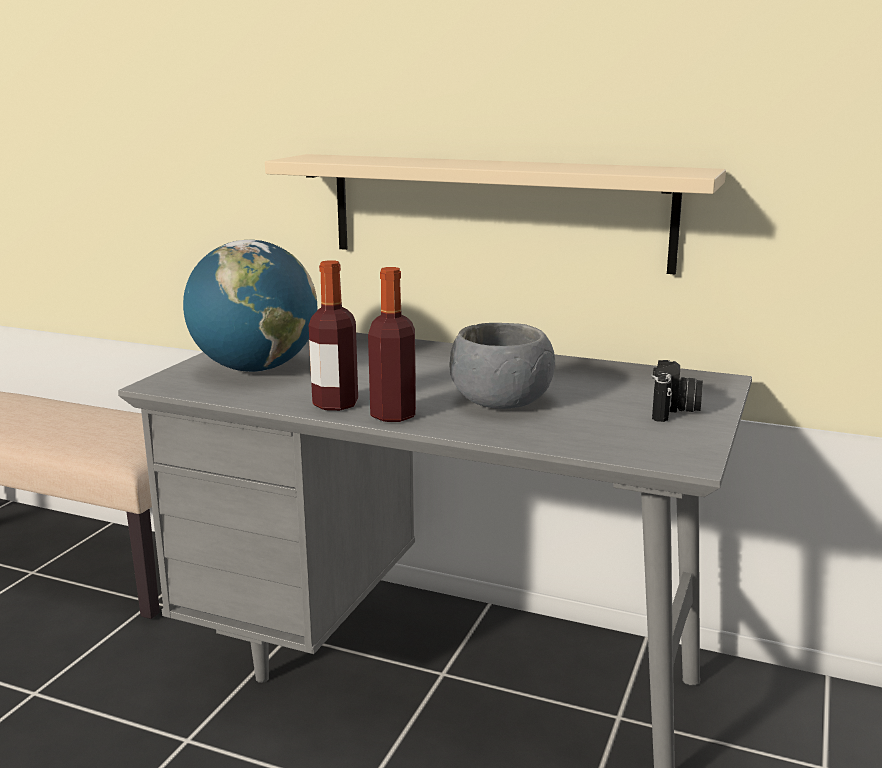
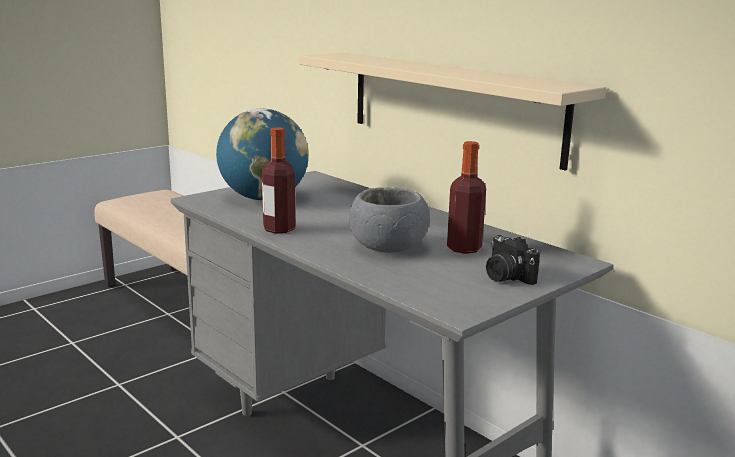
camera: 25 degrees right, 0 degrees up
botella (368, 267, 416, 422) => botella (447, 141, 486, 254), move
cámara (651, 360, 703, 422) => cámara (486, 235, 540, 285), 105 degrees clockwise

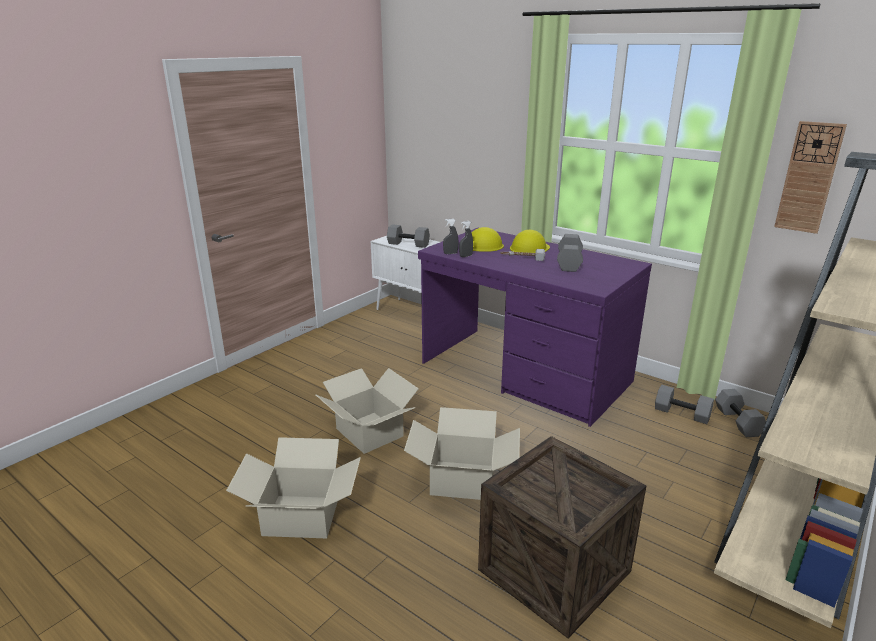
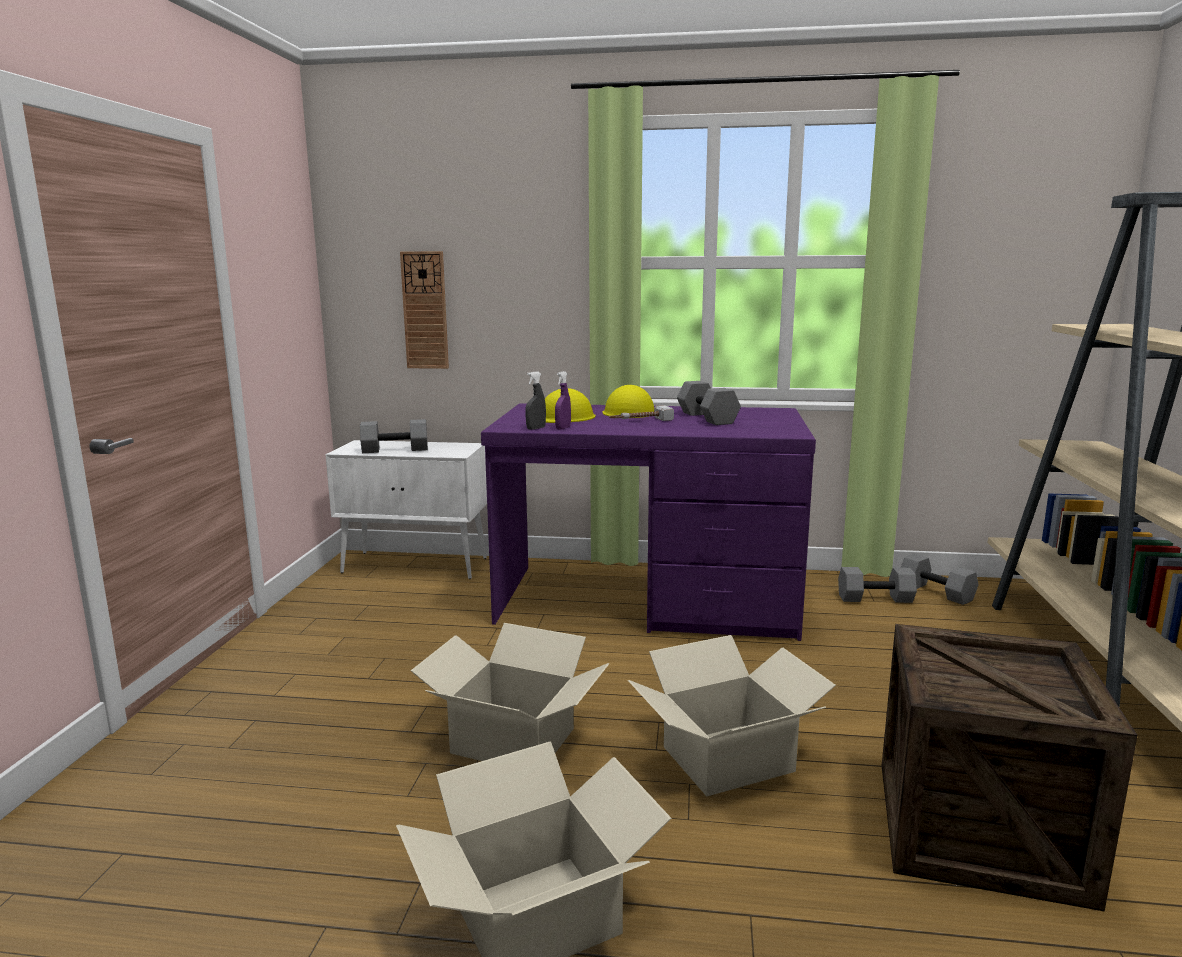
camera: 30 degrees left, 10 degrees down
reloj de pared (774, 121, 847, 234) => reloj de pared (400, 251, 449, 369), move
pulverizador (gris) (459, 221, 473, 257) => pulverizador (morado) (555, 371, 571, 430)

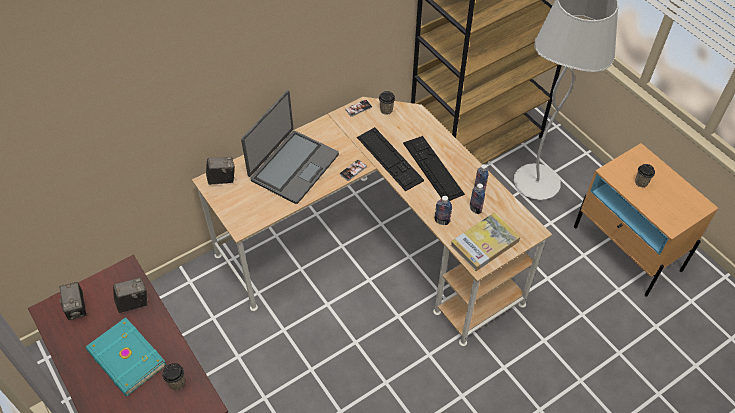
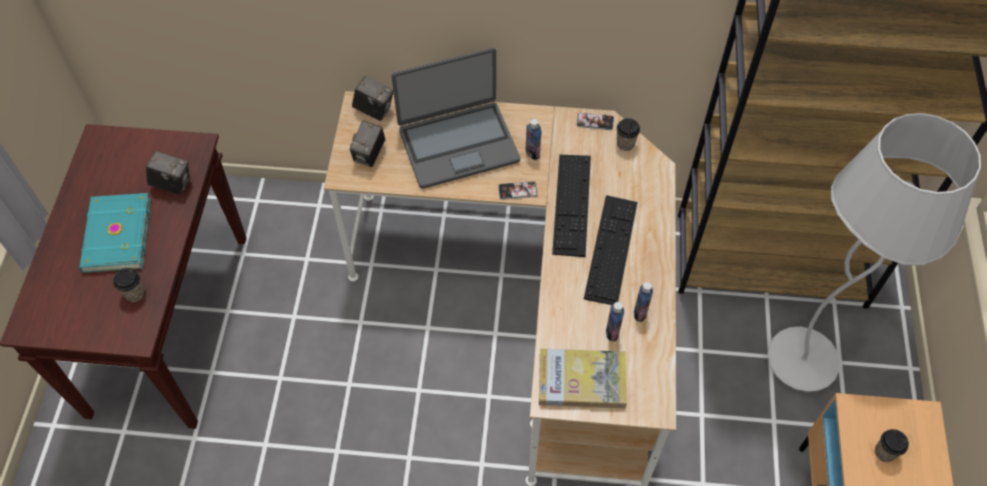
camera: 40 degrees right, 5 degrees up
botella (434, 196, 452, 225) => botella (525, 119, 541, 160), move
cámara (59, 282, 86, 320) => cámara (350, 120, 385, 167), move

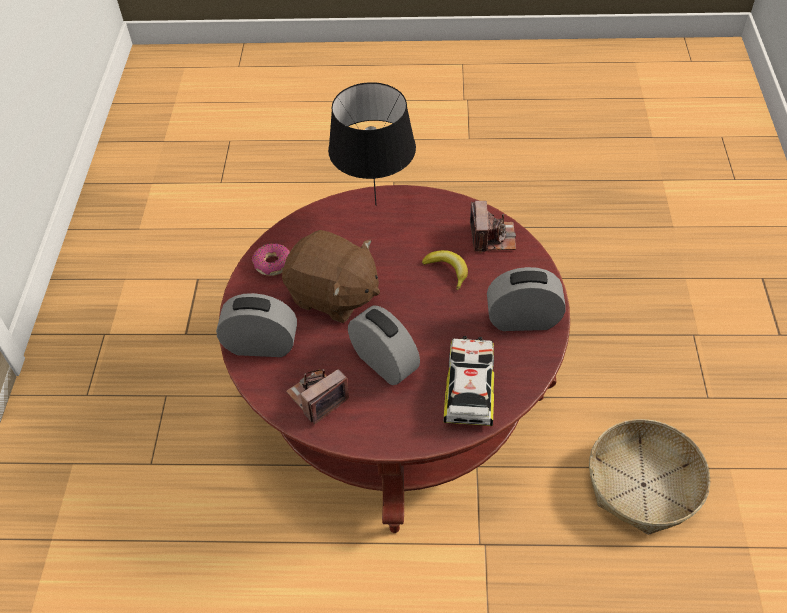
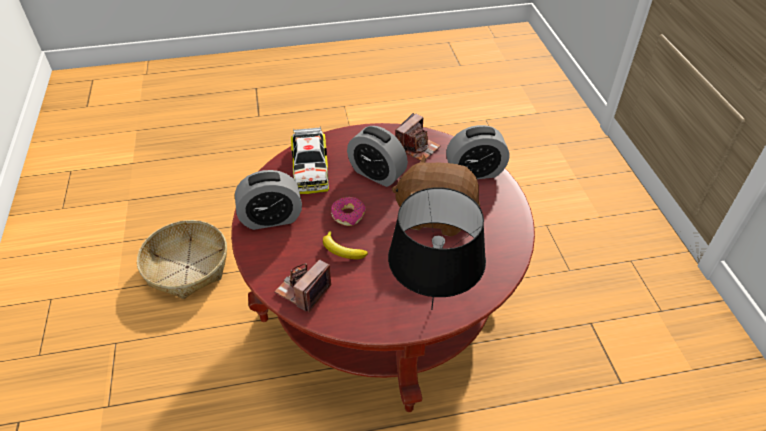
camera: 165 degrees right, 5 degrees down
cámara (470, 201, 516, 253) => cámara (274, 259, 331, 312), 45 degrees clockwise
rosquilla (252, 243, 290, 276) => rosquilla (331, 197, 366, 226), move

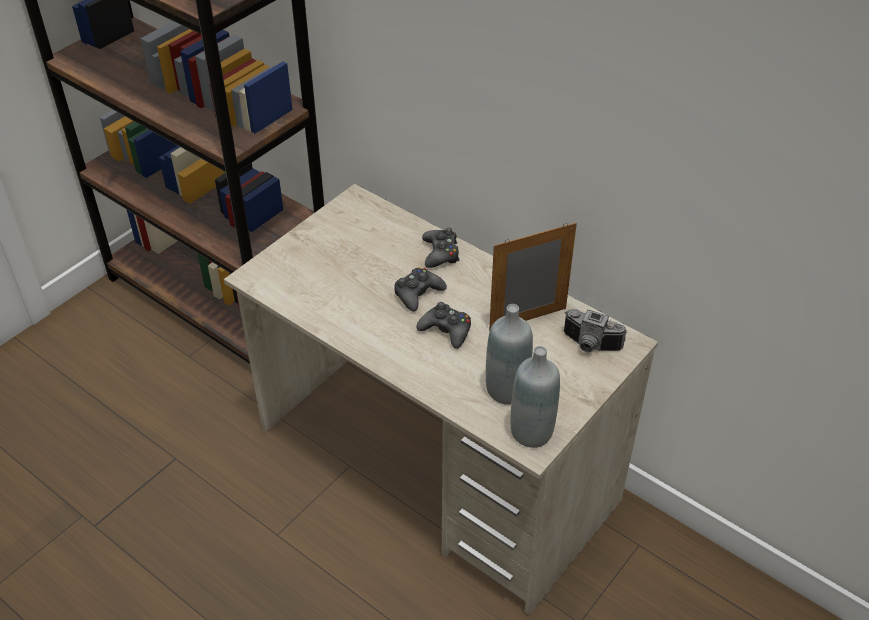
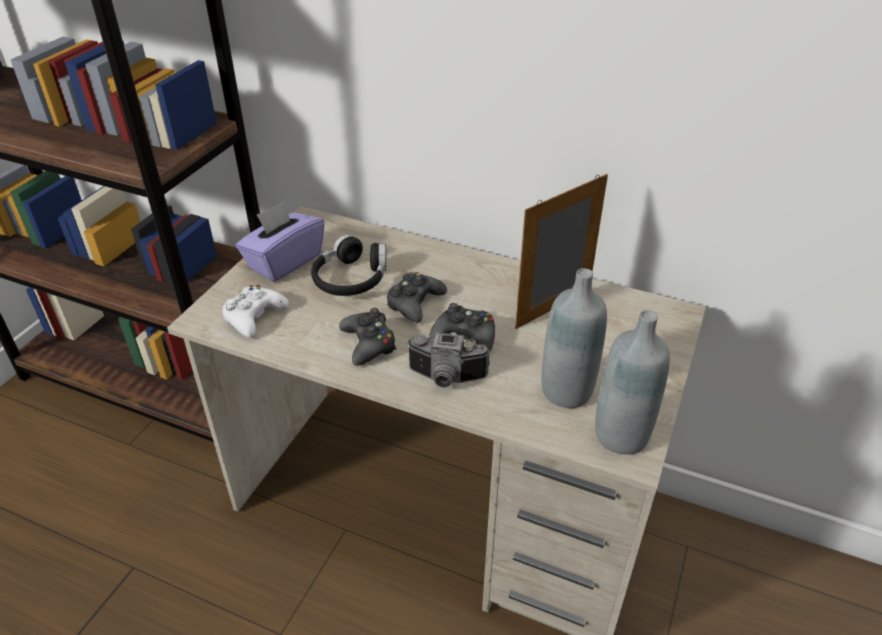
camera: 15 degrees left, 5 degrees down
mando de consola (negro) (422, 228, 460, 268) => mando de consola (negro) (339, 308, 397, 366), move
cámara (564, 309, 627, 352) => cámara (407, 332, 491, 388), move
nothing => caja de pañuelos (morado) (236, 201, 325, 282)
nothing => auriculares (negro) (311, 234, 387, 296)
nothing => mando de consola (blanco) (222, 285, 289, 338)

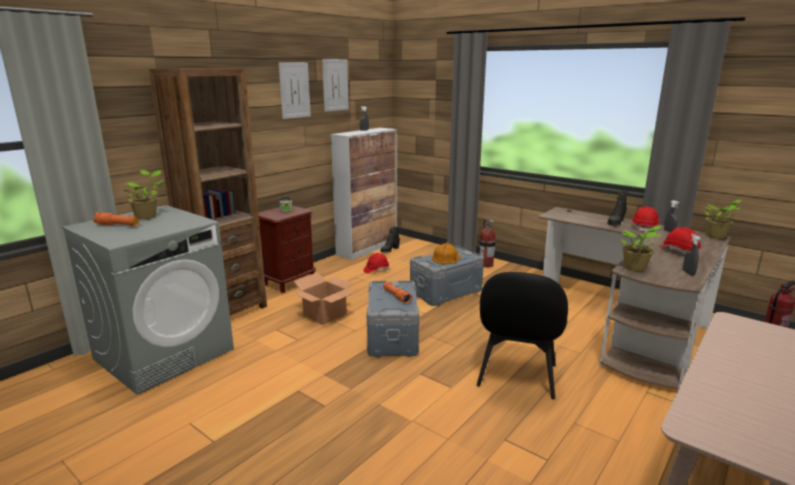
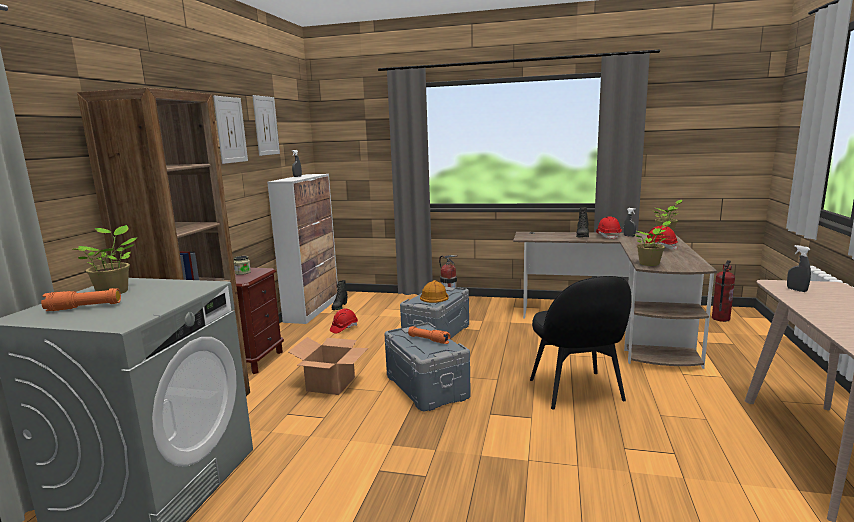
camera: 25 degrees left, 5 degrees down
pulverizador (gris) (683, 234, 700, 276) => pulverizador (gris) (787, 245, 811, 292), move

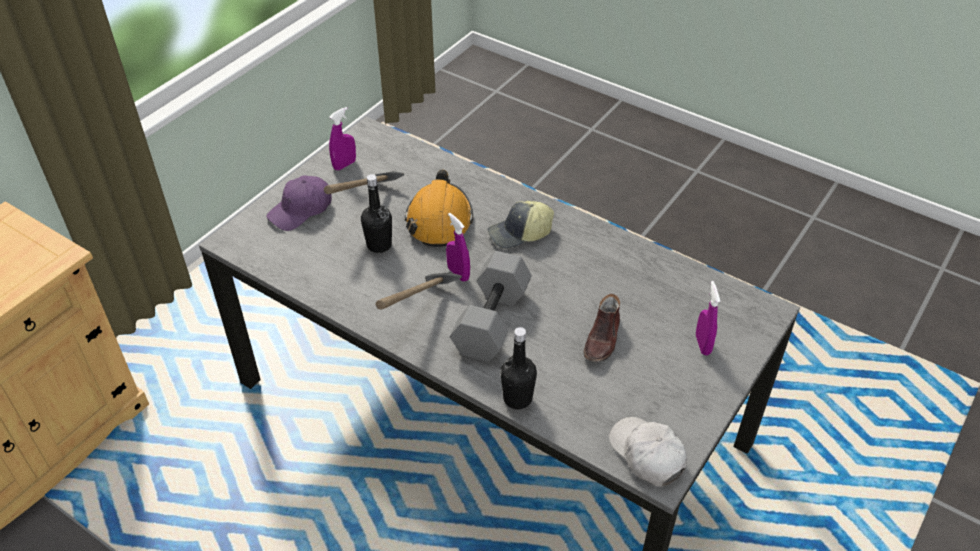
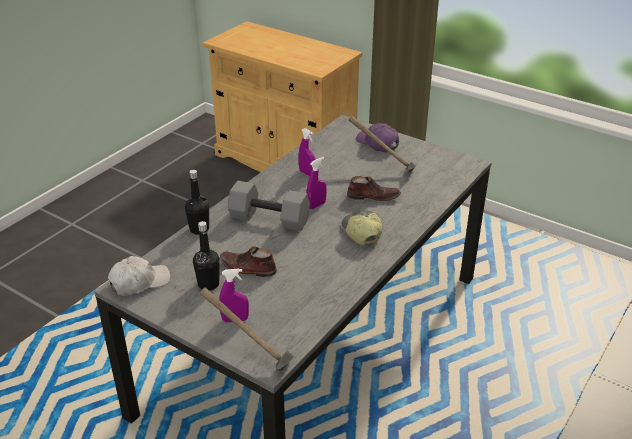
camera: 90 degrees right, 10 degrees down
pulverizador (morado) (329, 107, 356, 170) => pulverizador (morado) (299, 128, 316, 177), move
casco (naranja) (405, 169, 473, 247) => zapato (marrón) (347, 176, 401, 201)
botella (negro) (361, 174, 392, 253) => botella (negro) (193, 221, 220, 291), move
martillo (376, 272, 462, 310) => martillo (200, 288, 294, 371), move

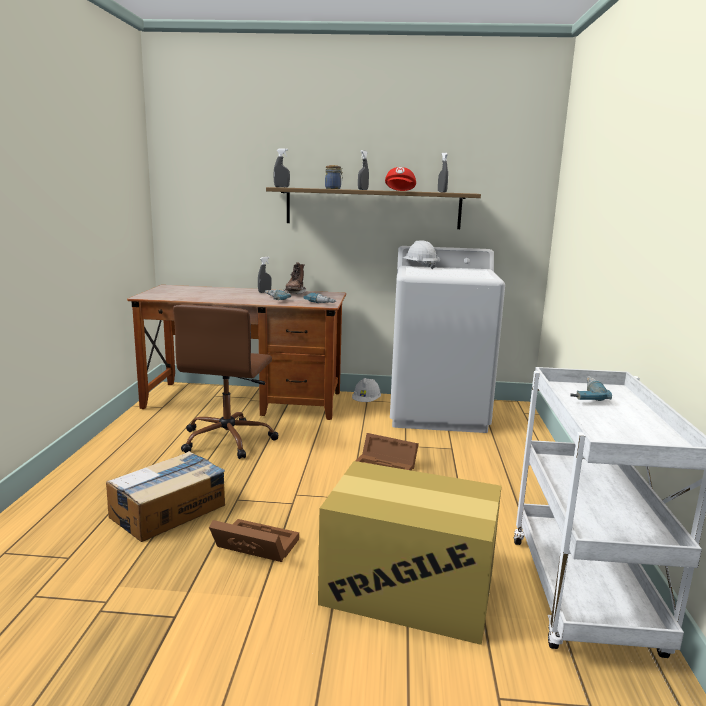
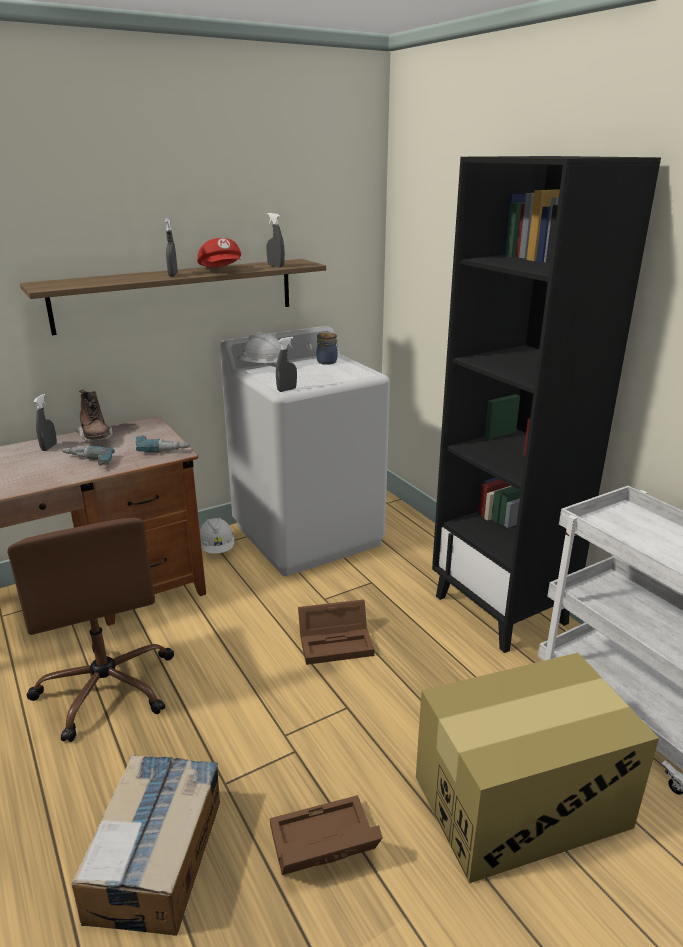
camera: 35 degrees left, 10 degrees up
pulverizador (gris) (274, 149, 290, 187) => pulverizador (gris) (276, 337, 297, 392), move
tarro (325, 165, 343, 189) => tarro (316, 332, 338, 365), move
taladro (570, 376, 612, 401) => nothing
nothing => estantería (negro) (432, 156, 661, 653)

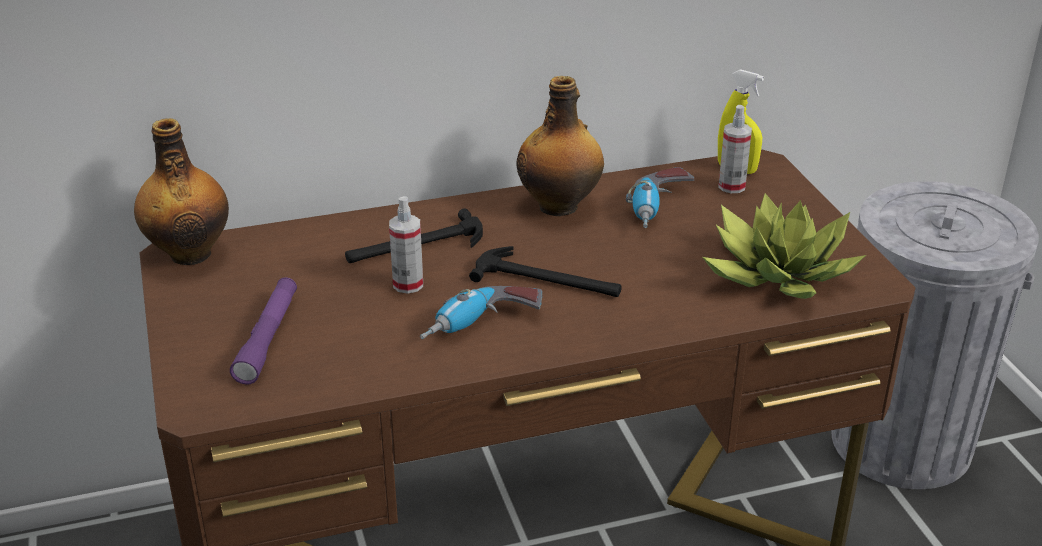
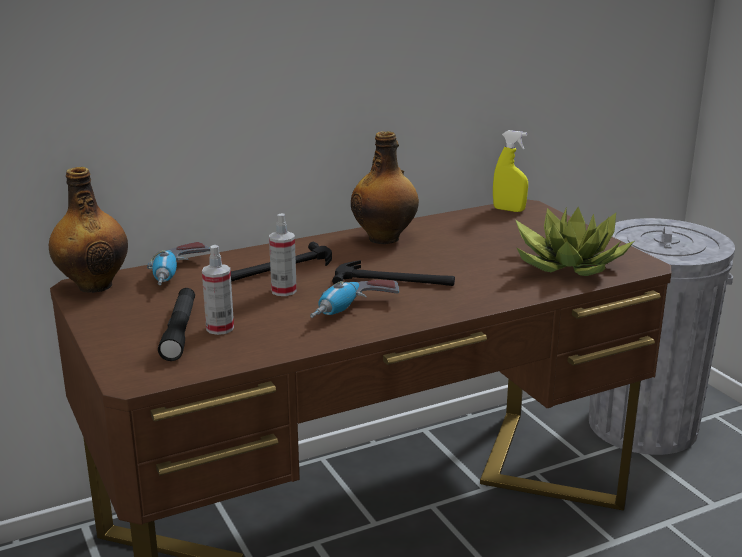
camera: 10 degrees left, 10 degrees down
pulverizador (718, 105, 752, 193) => pulverizador (202, 245, 234, 335), move
taladro (626, 167, 694, 228) => taladro (147, 242, 210, 285), move
linterna (morado) (230, 277, 297, 385) => linterna (negro) (158, 288, 195, 361)

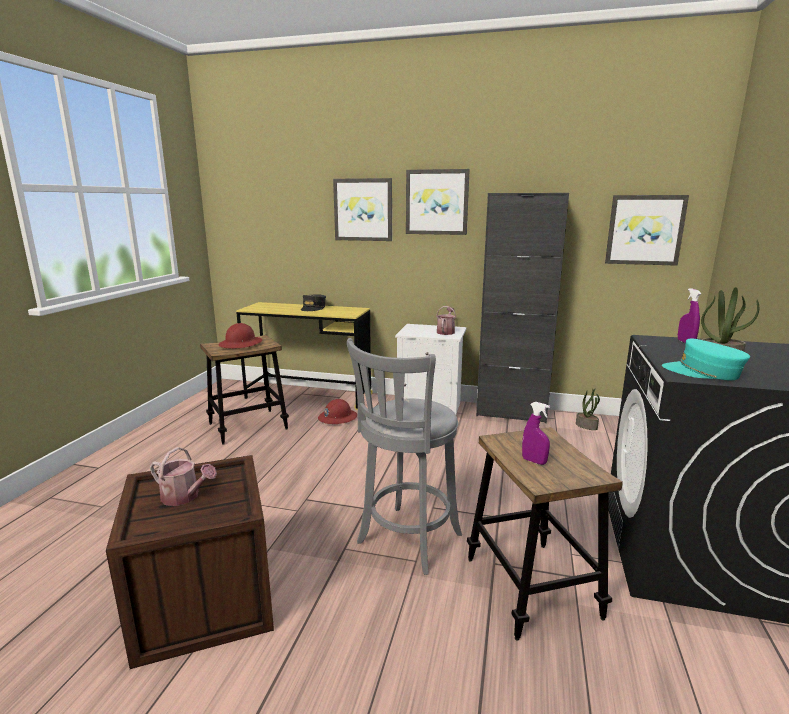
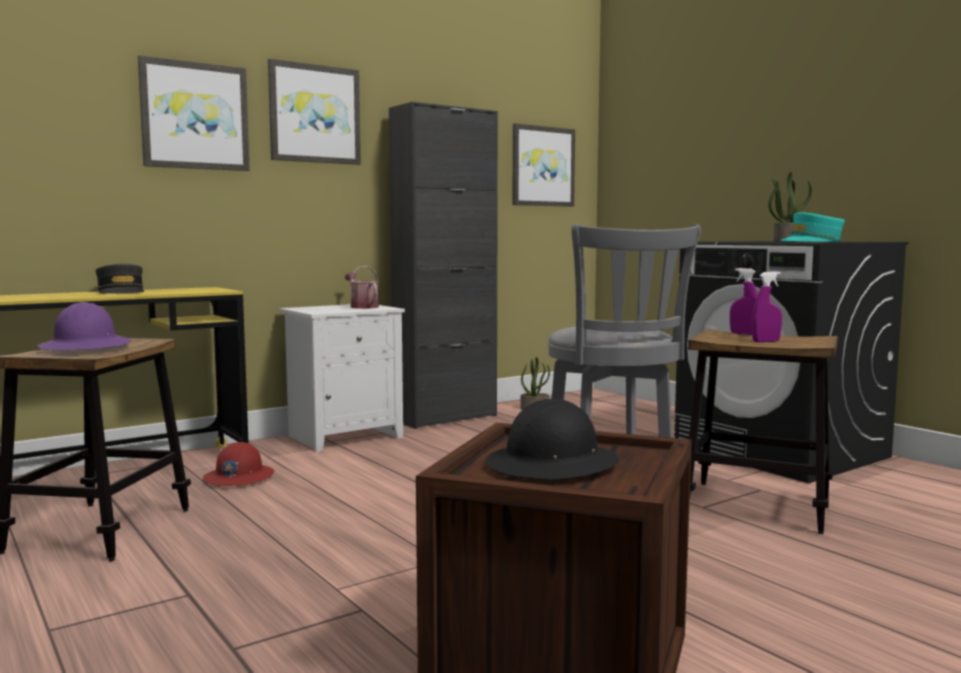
camera: 50 degrees left, 10 degrees down
pulverizador (morado) (678, 288, 702, 343) => pulverizador (morado) (730, 268, 758, 335), move
casco (rojo) (219, 323, 262, 348) => casco (morado) (38, 302, 132, 350)
regadera (150, 447, 217, 506) => casco (negro) (485, 399, 619, 479)

